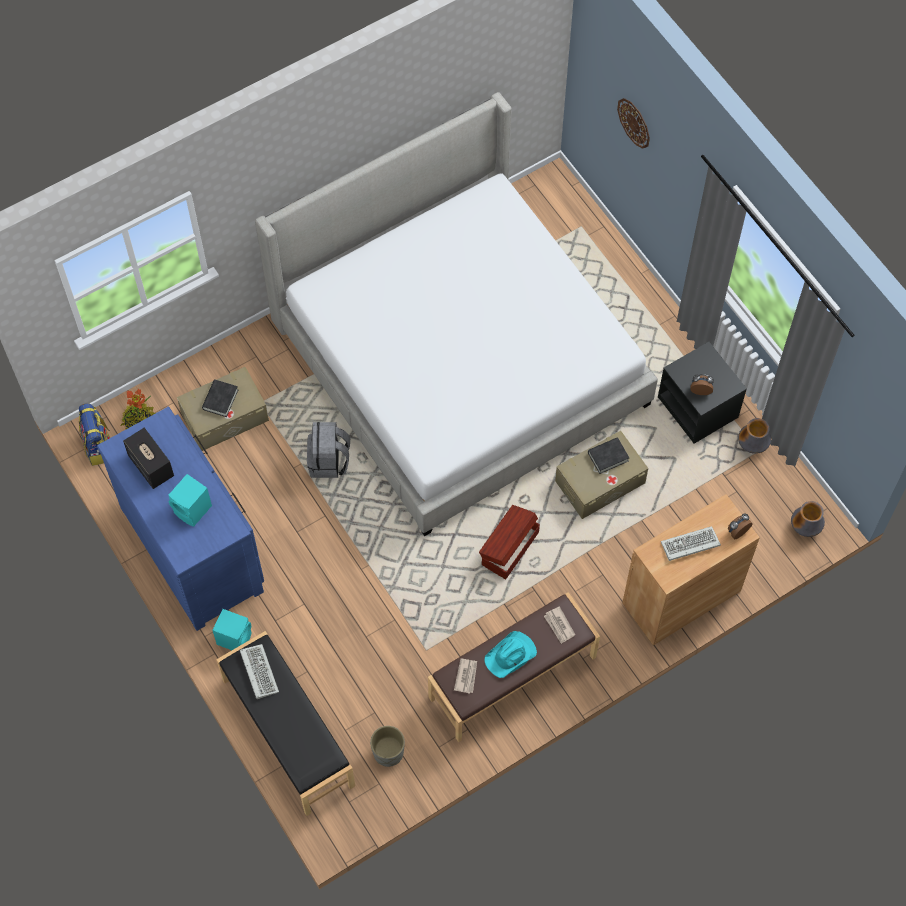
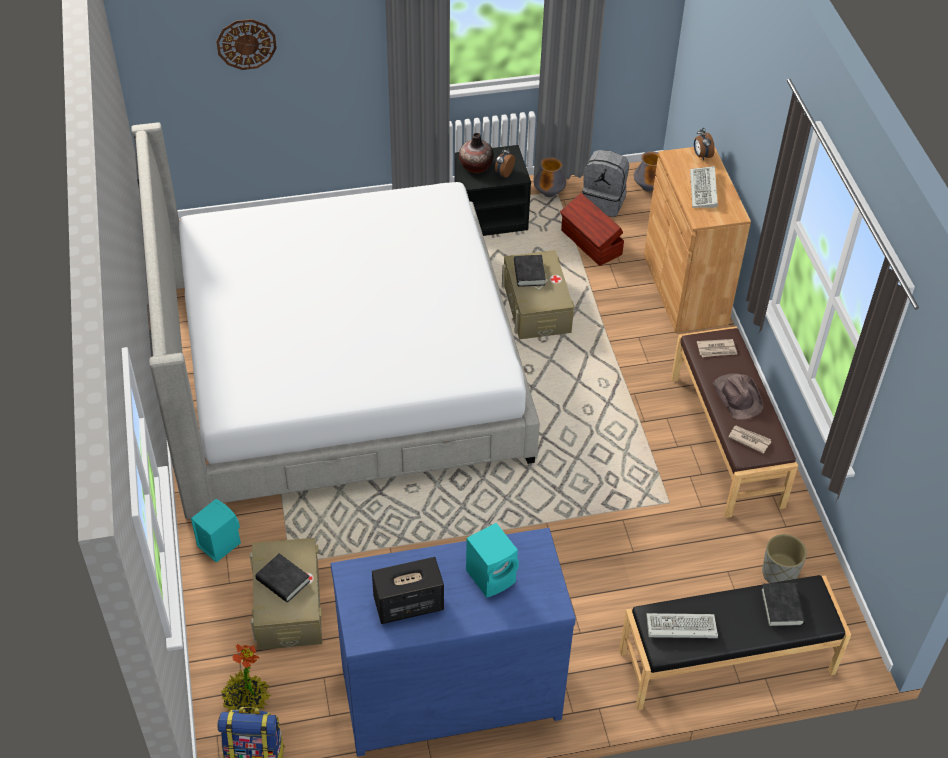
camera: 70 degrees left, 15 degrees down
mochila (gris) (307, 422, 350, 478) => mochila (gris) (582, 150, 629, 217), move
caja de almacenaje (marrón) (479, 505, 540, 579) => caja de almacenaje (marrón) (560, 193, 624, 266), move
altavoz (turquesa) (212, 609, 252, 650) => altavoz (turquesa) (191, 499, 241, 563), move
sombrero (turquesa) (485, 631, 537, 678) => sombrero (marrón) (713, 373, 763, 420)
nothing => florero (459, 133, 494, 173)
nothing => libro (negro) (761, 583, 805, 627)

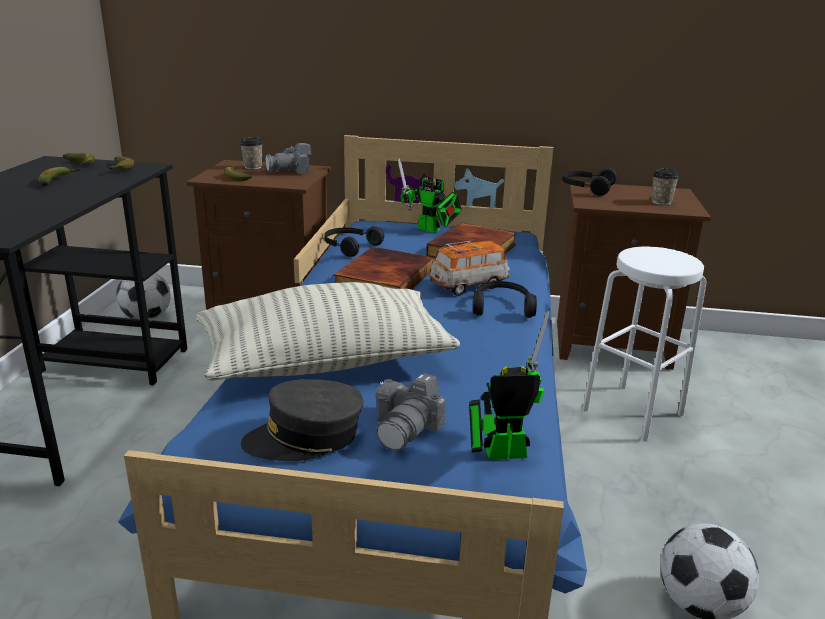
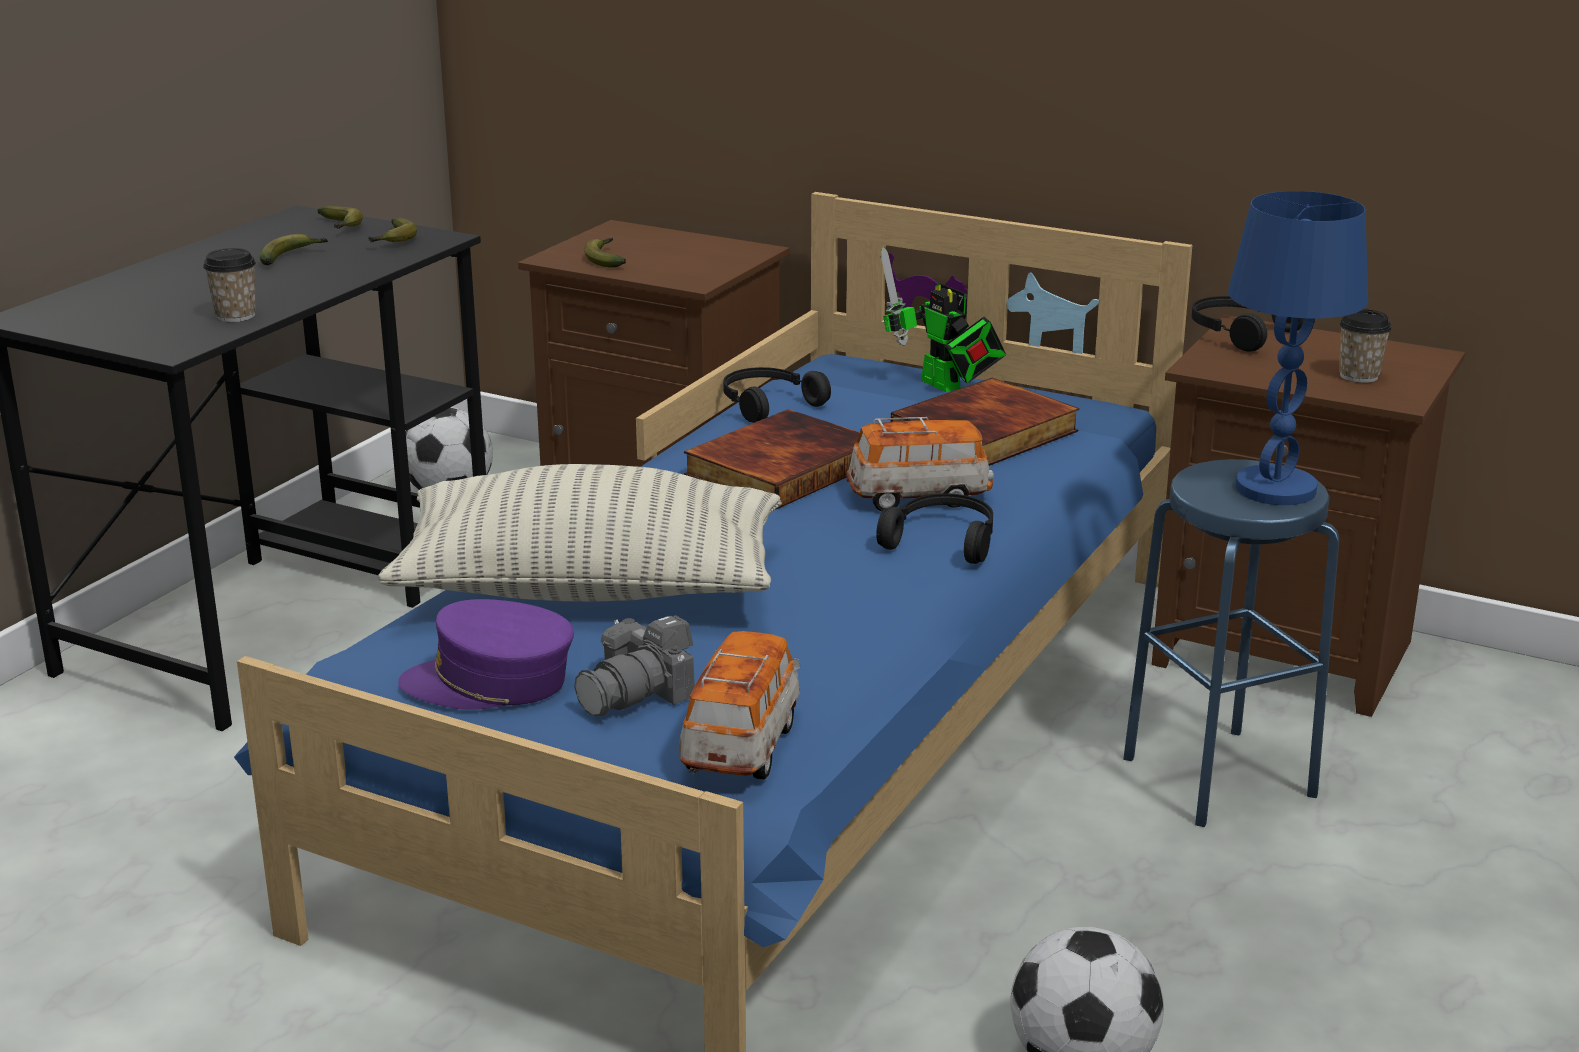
camera: 20 degrees right, 0 degrees up
taza (240, 137, 263, 170) => taza (203, 248, 256, 322), move
cámara (265, 143, 312, 174) => nothing
taburete (blanco) (583, 247, 706, 442) => taburete (azul) (1123, 459, 1339, 827)
robot de juguete (469, 311, 549, 460) => coche de juguete (678, 631, 800, 780)
gorra (gris) (241, 379, 364, 461) => gorra (morado) (398, 599, 574, 710)
nothing => lámpara de mesa (azul) (1228, 191, 1368, 505)

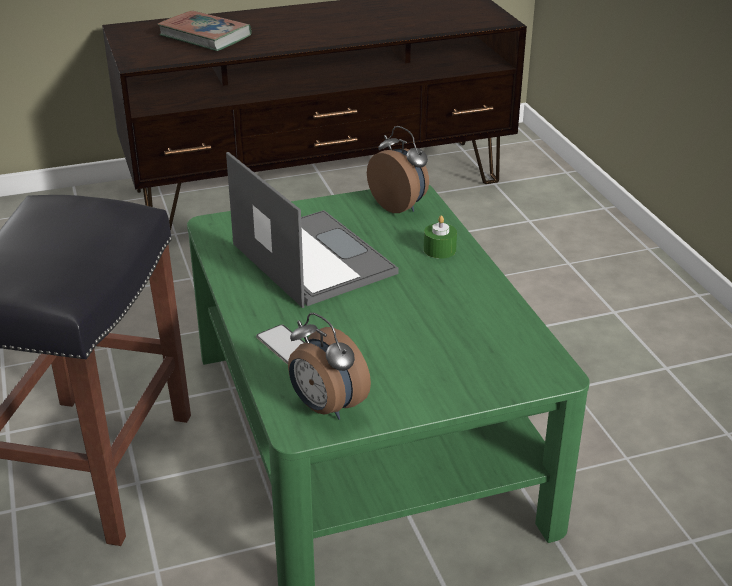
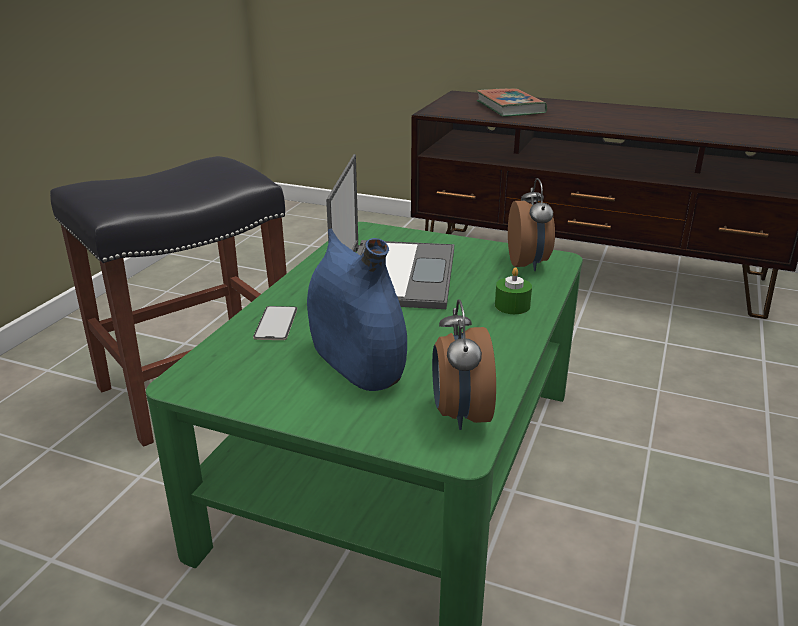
camera: 40 degrees right, 5 degrees down
despertador (288, 313, 371, 420) => despertador (432, 299, 496, 430), move
nothing => florero (azul) (307, 229, 407, 391)

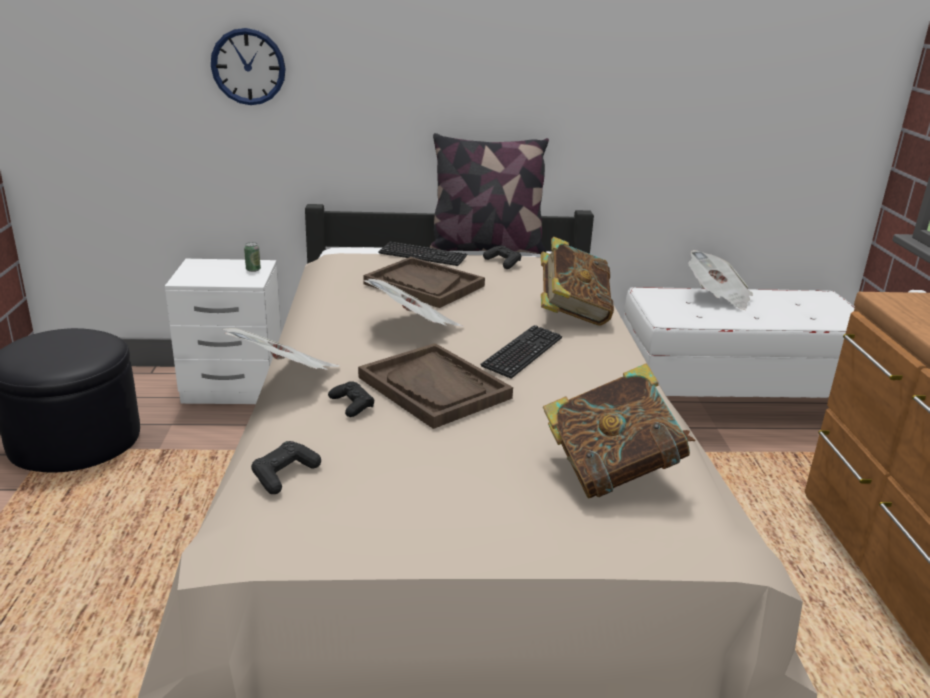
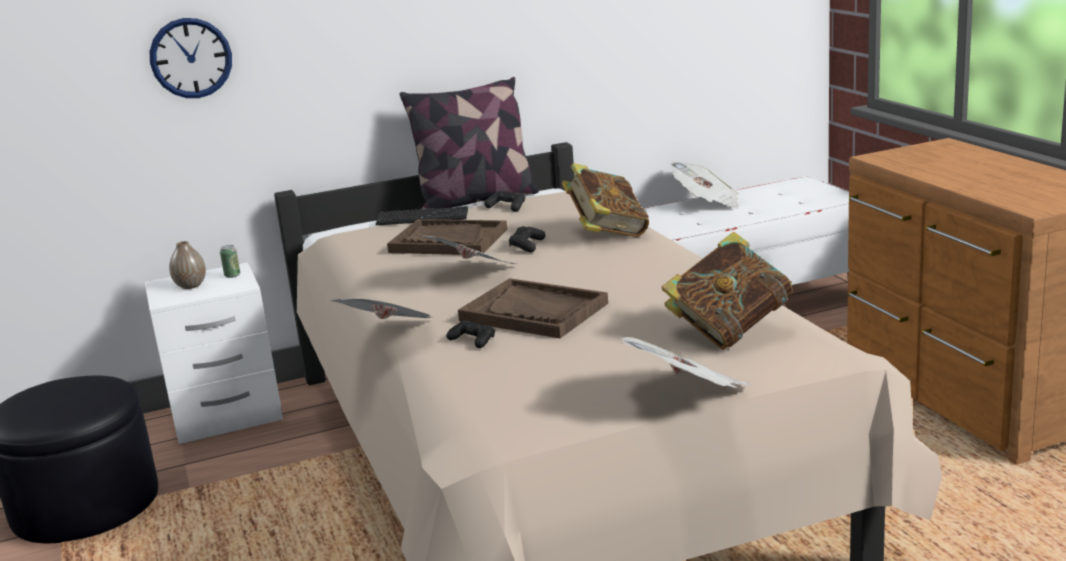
camera: 15 degrees left, 5 degrees down
teclado (480, 325, 562, 379) => nothing
mando de consola (negro) (251, 441, 321, 494) => mando de consola (negro) (509, 226, 545, 253), move
nothing => florero (169, 241, 206, 289)
nothing => periódico (618, 337, 752, 388)

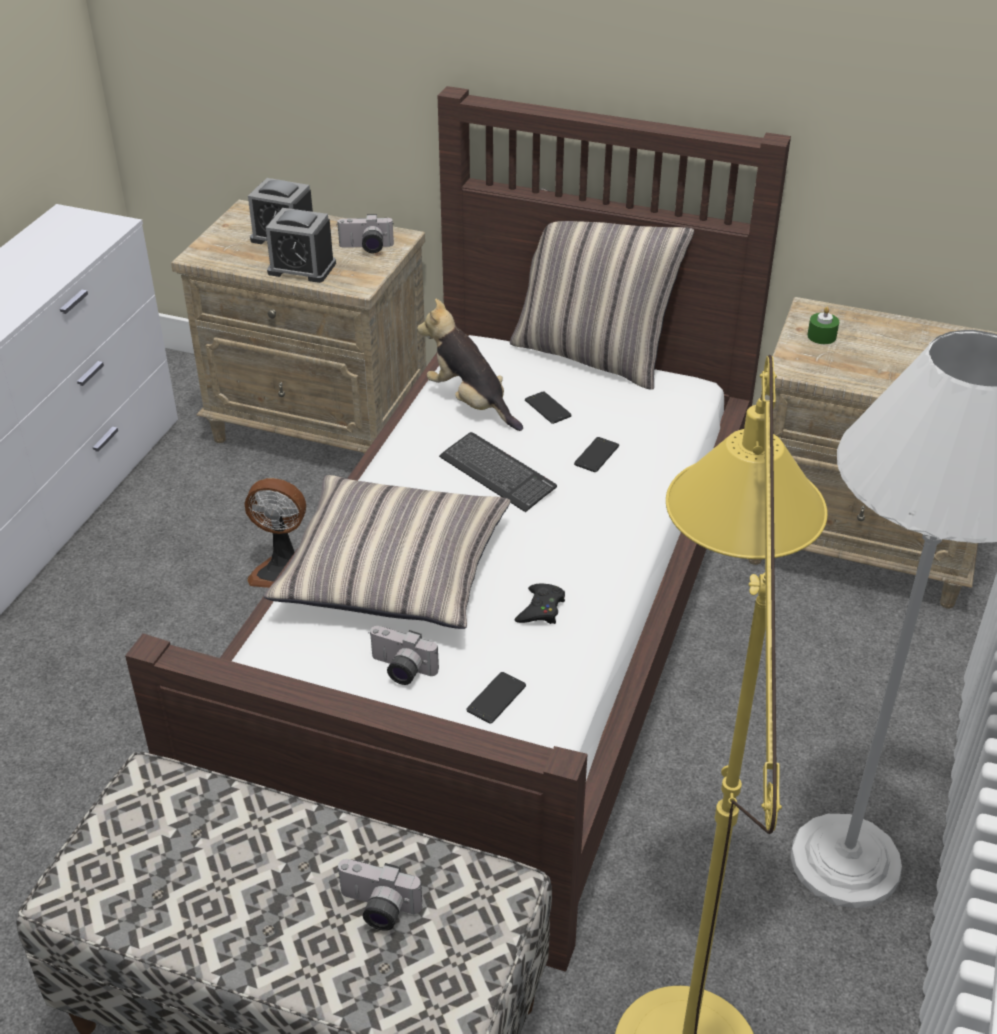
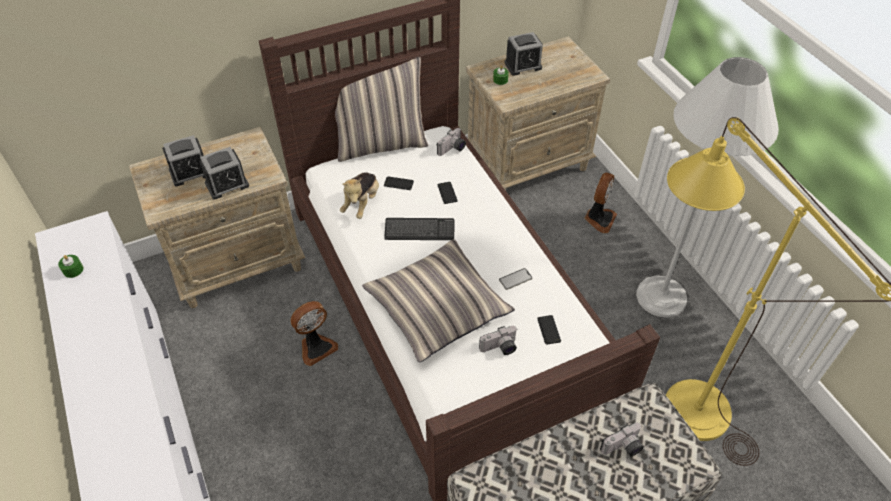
camera: 45 degrees left, 10 degrees up
cámara (337, 214, 394, 253) => cámara (436, 128, 466, 156), move
peluche (417, 298, 523, 431) => peluche (340, 173, 379, 219), 75 degrees counterclockwise
mando de consola (negro) (515, 584, 565, 624) => móvil (499, 268, 532, 290)
nothing => despertador (505, 32, 543, 76)
nothing => ventilador (585, 173, 617, 233)
nothing => vela (verde) (58, 255, 83, 278)

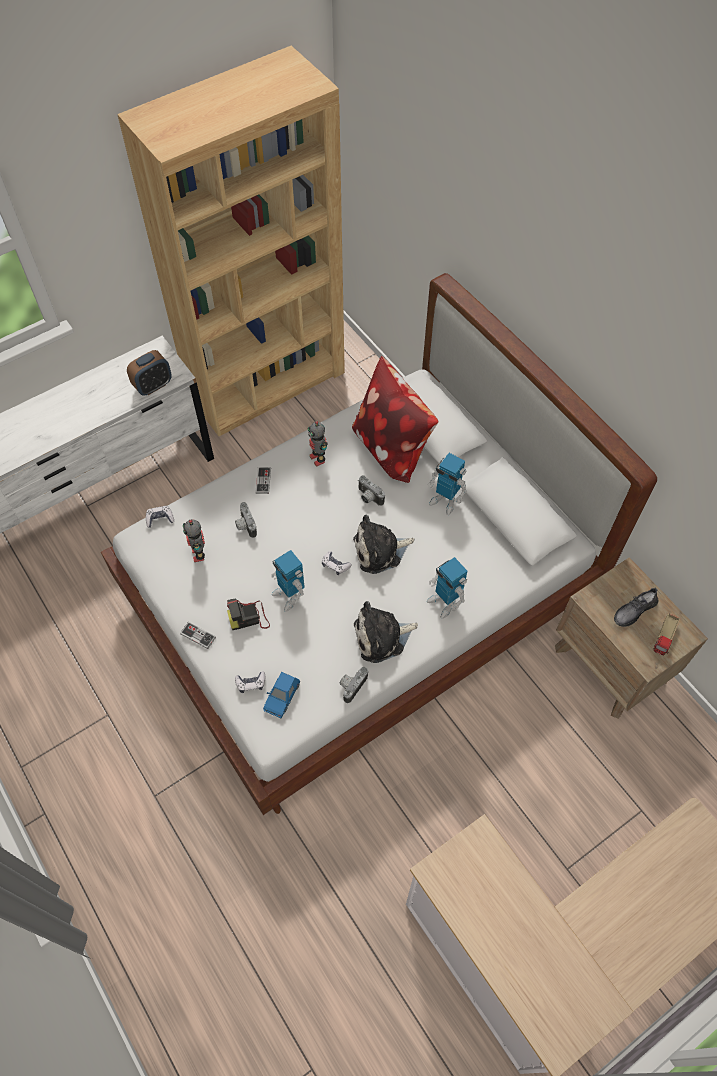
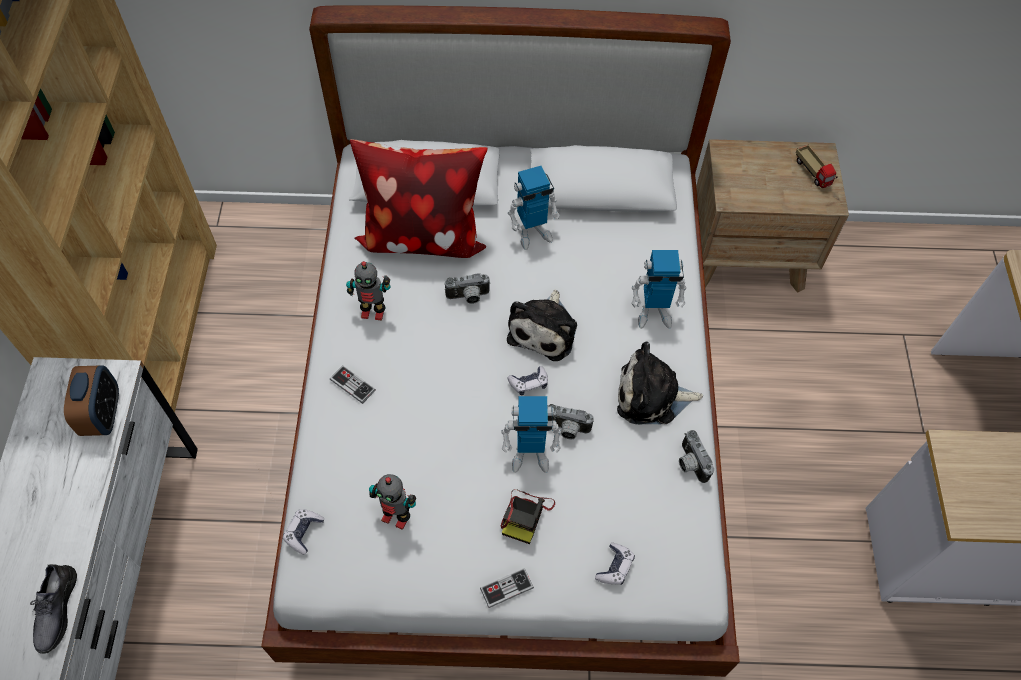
camera: 55 degrees left, 0 degrees up
cámara (235, 502, 257, 538) => cámara (547, 404, 594, 439), move
zapato (gris) (614, 588, 658, 627) => zapato (gris) (30, 564, 77, 654), move
peluche (354, 601, 418, 663) => peluche (617, 341, 703, 425), 75 degrees clockwise
coche de juguete (azul) (263, 672, 300, 718) => nothing

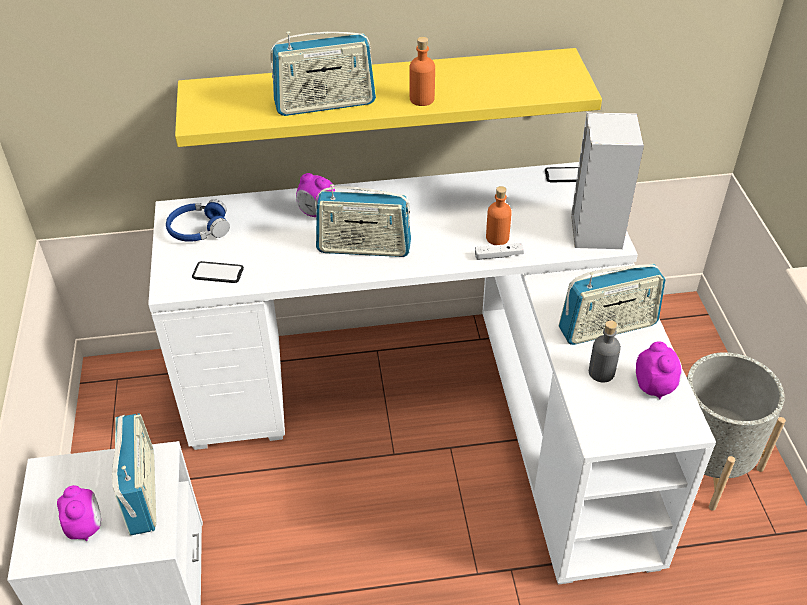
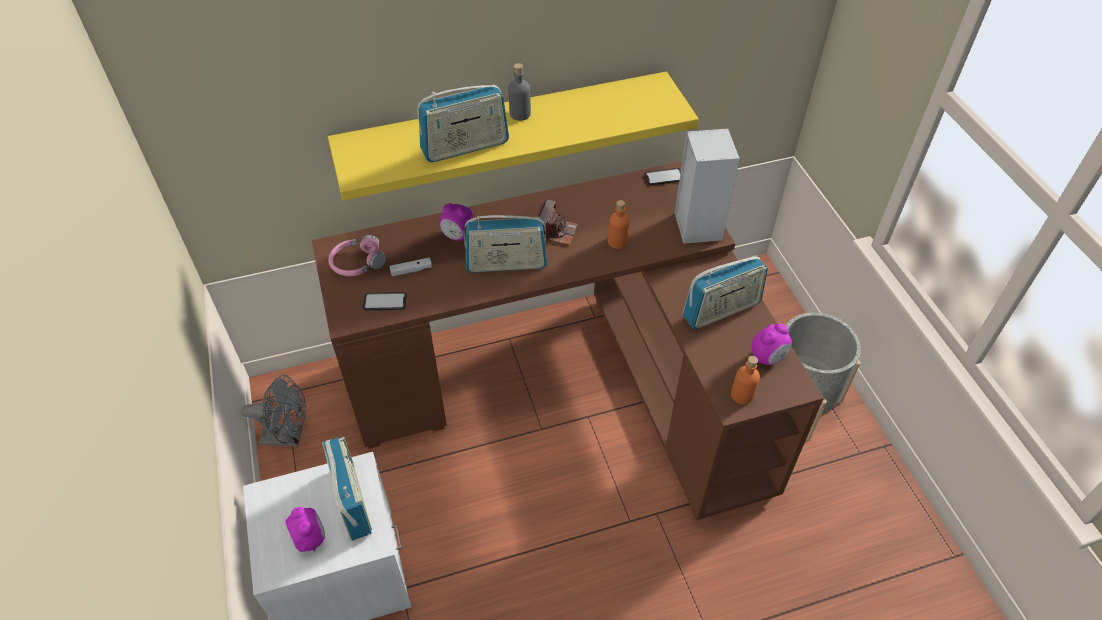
camera: 10 degrees left, 5 degrees up
botella (naranja) (409, 37, 435, 106) => botella (naranja) (731, 356, 760, 404), move
escritorio (blanco) (148, 162, 716, 585) => escritorio (marrón) (312, 161, 824, 520)
auriculares (azul) (166, 199, 230, 242) => auriculares (rosa) (328, 235, 386, 276)
mando de consola (blanco) (475, 243, 524, 260) => mando de consola (blanco) (390, 257, 432, 276), move
botella (gris) (589, 320, 621, 382) => botella (gris) (508, 63, 531, 121), move
despertador (636, 341, 682, 400) => despertador (752, 324, 792, 365), 75 degrees clockwise
nothing => cámara (538, 200, 578, 245)
nothing => ventilador (gris) (241, 374, 306, 447)

